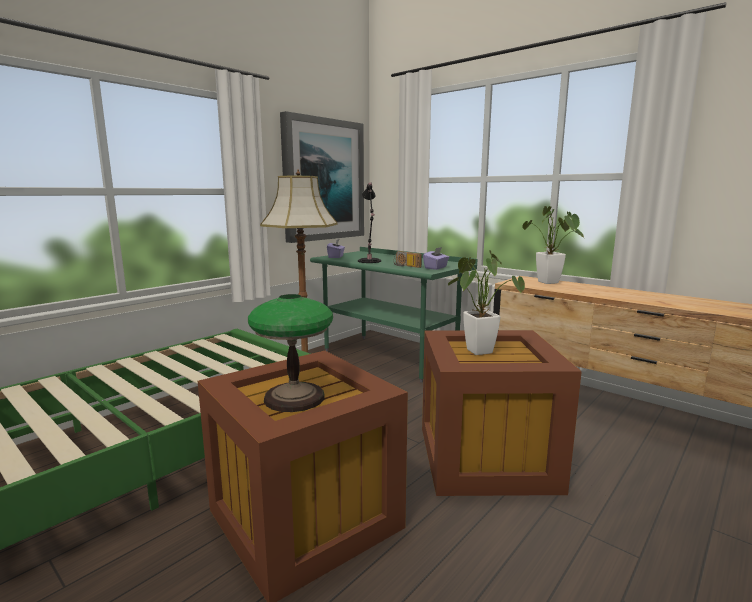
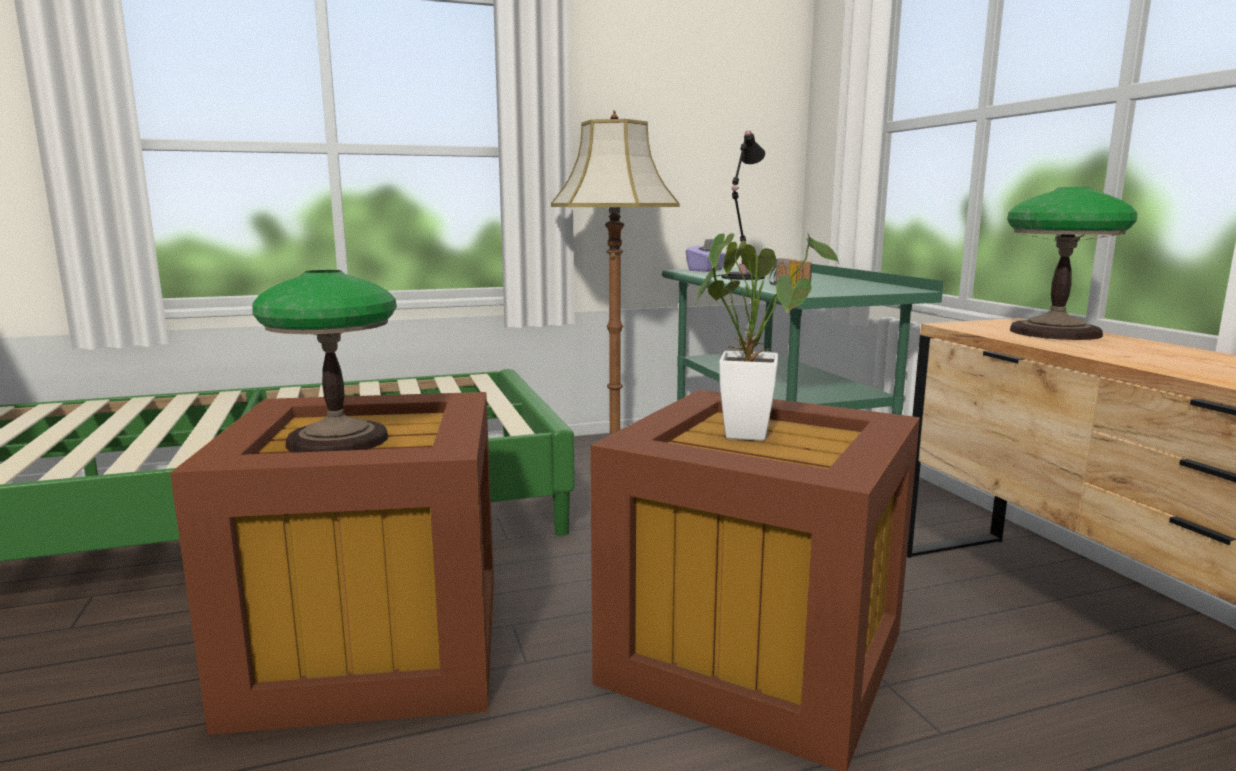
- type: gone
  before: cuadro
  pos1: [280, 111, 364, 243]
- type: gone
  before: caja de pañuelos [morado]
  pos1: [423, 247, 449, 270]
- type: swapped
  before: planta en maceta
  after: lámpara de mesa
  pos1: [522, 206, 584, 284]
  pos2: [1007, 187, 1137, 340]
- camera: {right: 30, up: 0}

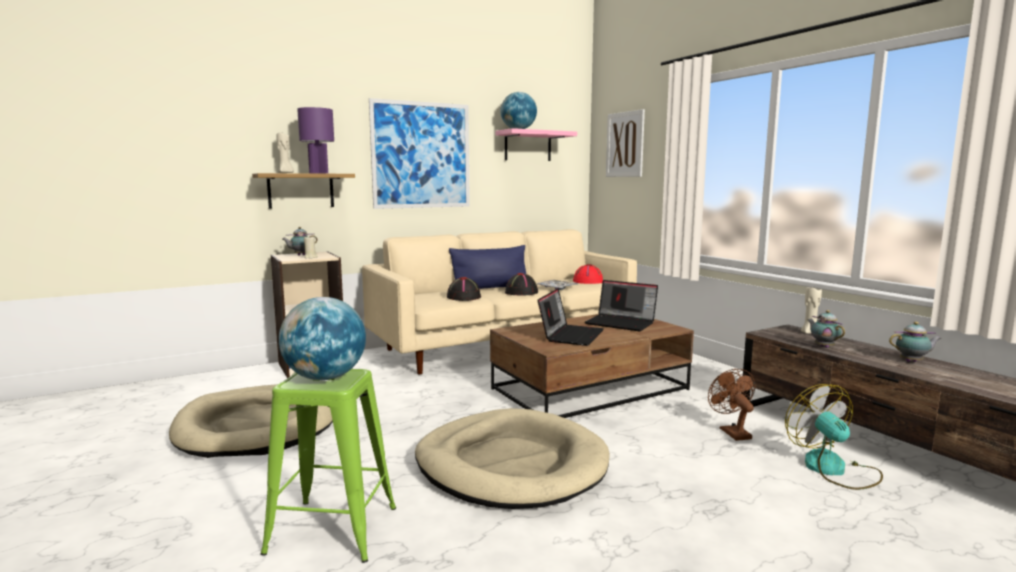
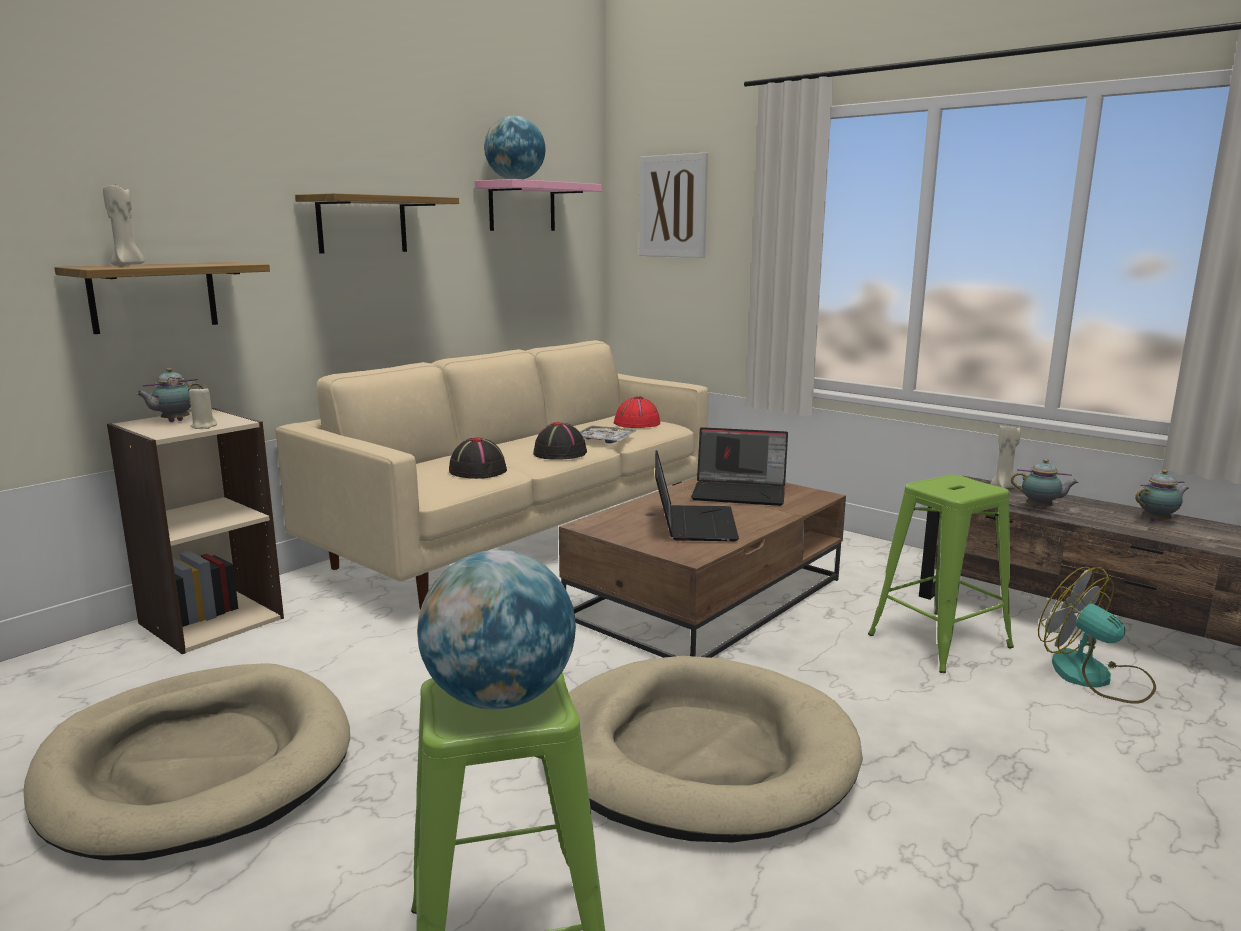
- type: gone
  before: lámpara de mesa [morado]
  pos1: [297, 107, 334, 173]
- type: gone
  before: cojín [azul]
  pos1: [449, 245, 526, 289]
- type: swapped
  before: cuadro
  after: estante
  pos1: [369, 98, 470, 209]
  pos2: [295, 193, 459, 254]
- type: swapped
  before: ventilador [marrón]
  after: taburete [verde]
  pos1: [708, 369, 756, 441]
  pos2: [868, 474, 1014, 673]
- type: rotated
  before: tetera
  pos1: [807, 310, 845, 348]
  pos2: [1011, 459, 1079, 509]
  turn: 150
- camera: {right: -20, up: 5}

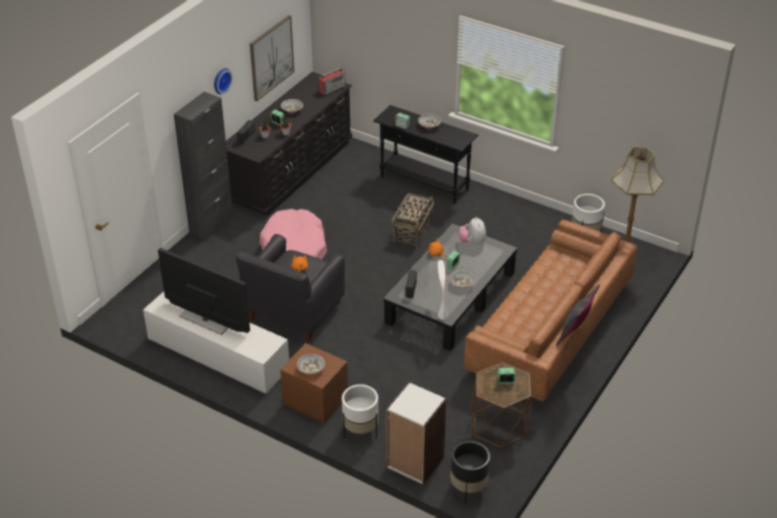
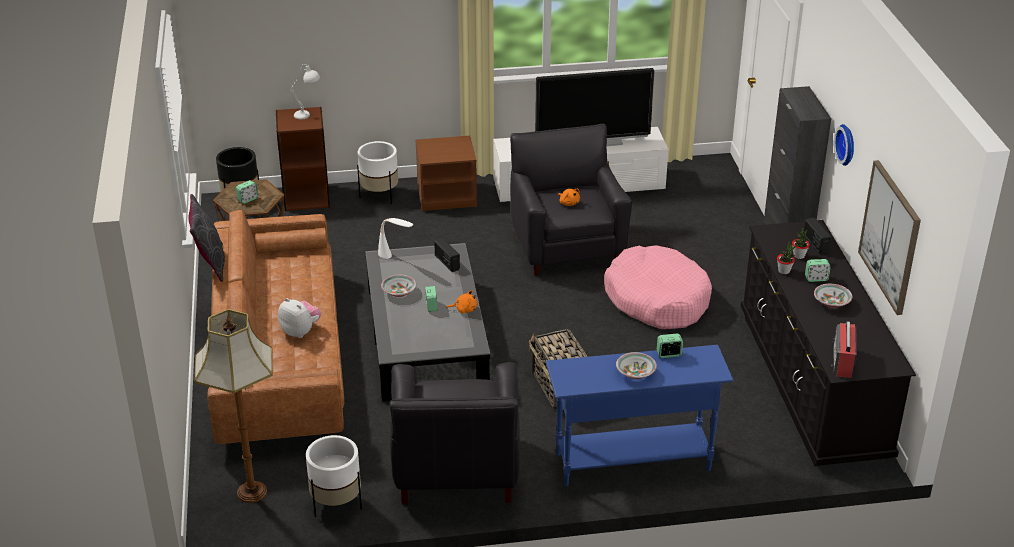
- type: gone
  before: cuenco
  pos1: [297, 354, 325, 374]
- type: new
  after: lámpara de mesa [blanco]
  pos2: [290, 64, 320, 119]
- type: new
  after: sillón [negro]
  pos2: [389, 362, 520, 505]
- type: shifted
  before: peluche
  pos1: [459, 217, 486, 245]
  pos2: [278, 298, 321, 338]
- type: repainted
  before: mesa consola [negro]
  after: mesa consola [azul]
  pos1: [373, 105, 478, 204]
  pos2: [546, 345, 733, 486]
- type: repainted
  before: estantería [blanco]
  after: estantería [marrón]
  pos1: [386, 382, 446, 485]
  pos2: [276, 107, 330, 211]
- camera: {right: 140, up: -5}

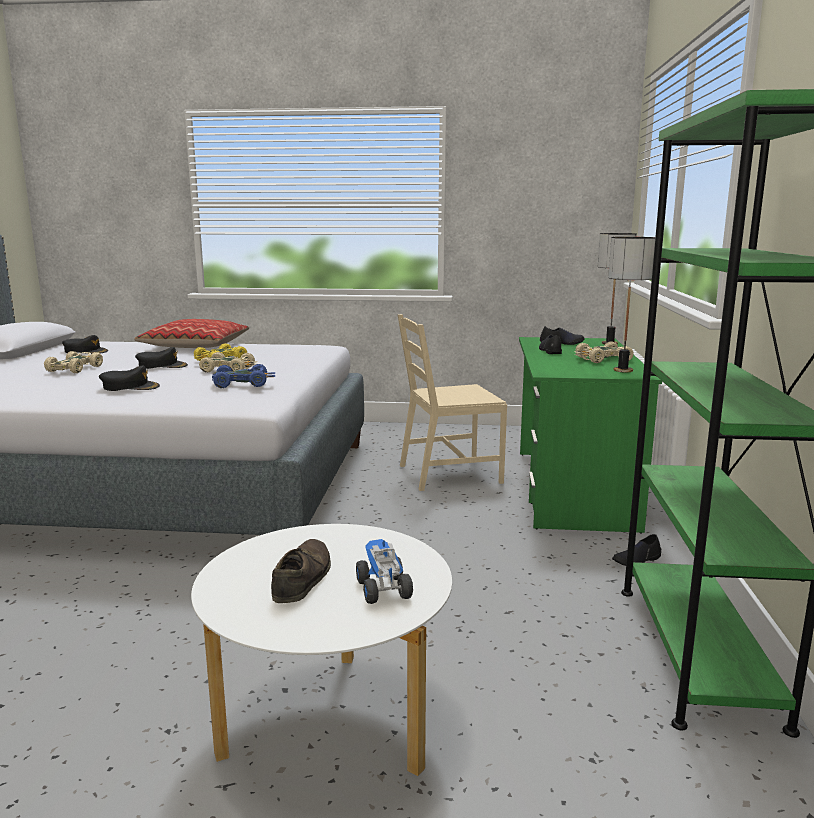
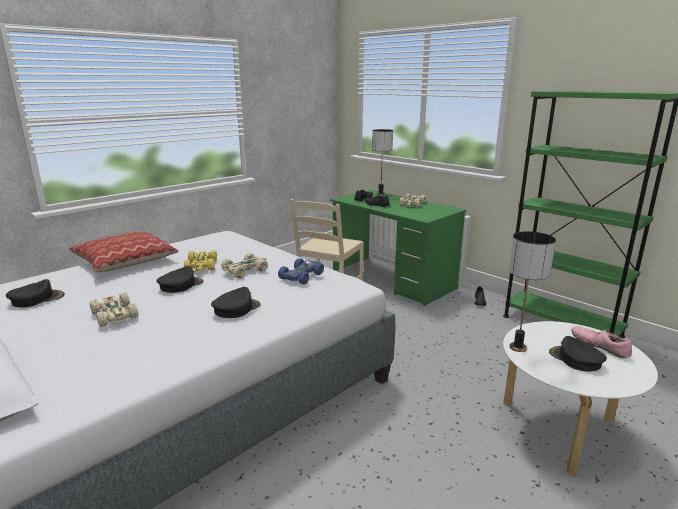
- type: shifted
  before: lámpara de mesa
  pos1: [608, 237, 655, 372]
  pos2: [509, 231, 556, 352]
- type: swapped
  before: zapato [marrón]
  after: gorra [negro]
  pos1: [271, 539, 331, 603]
  pos2: [549, 336, 607, 372]
- type: swapped
  before: camión de juguete
  after: zapato [rosa]
  pos1: [356, 539, 413, 604]
  pos2: [571, 326, 632, 358]
- camera: {right: -50, up: 5}

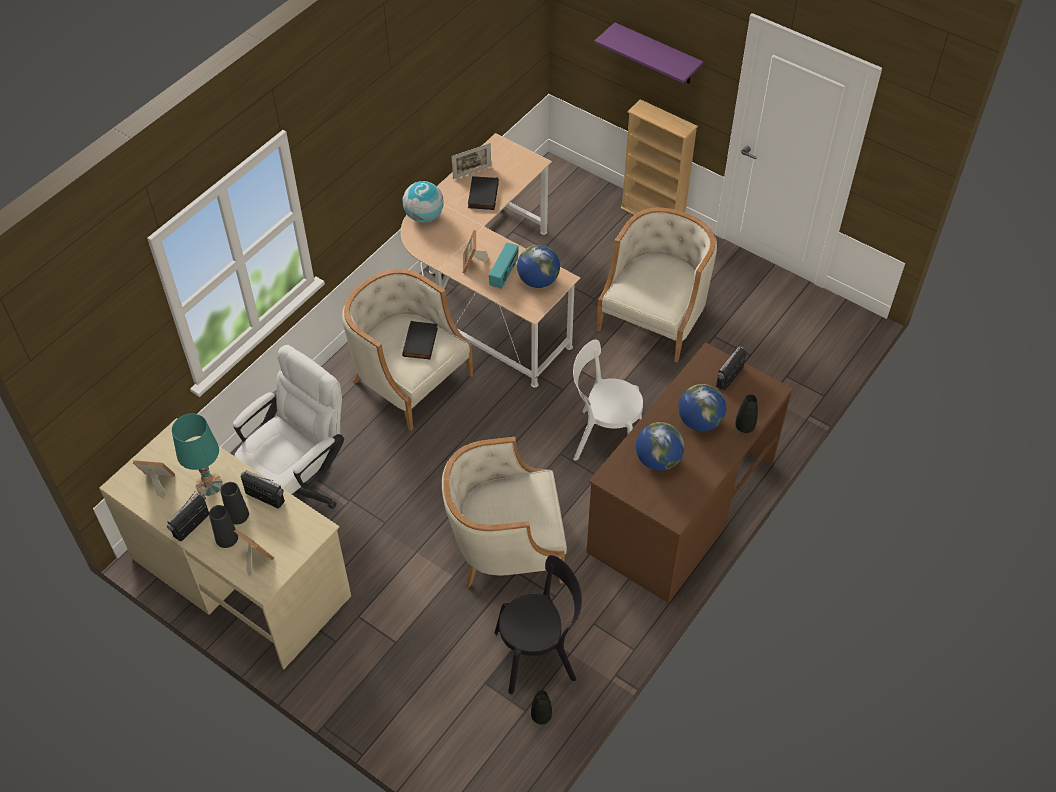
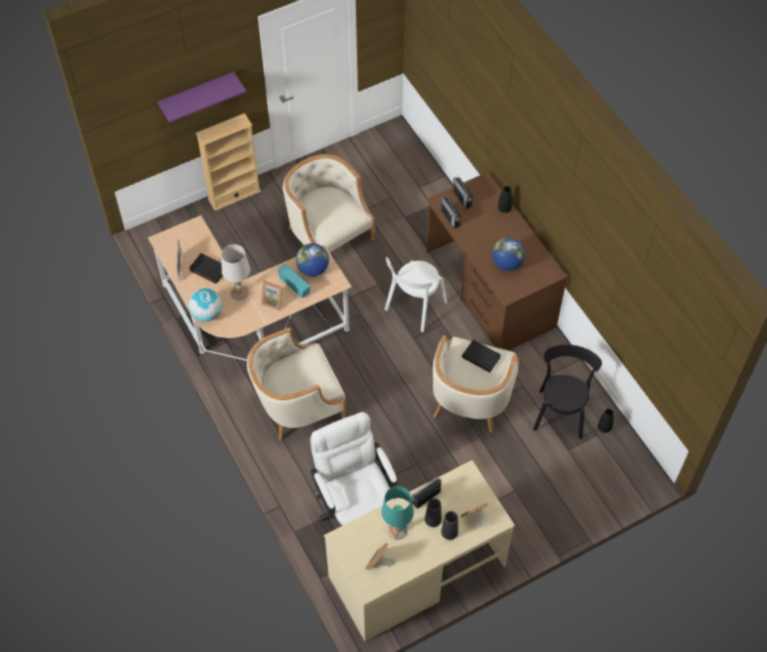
- type: gone
  before: globo terráqueo
  pos1: [678, 384, 726, 431]
- type: new
  after: lámpara de mesa [blanco]
  pos2: [221, 244, 250, 300]
- type: shifted
  before: radio
  pos1: [166, 491, 209, 542]
  pos2: [441, 196, 461, 229]
- type: shifted
  before: libro [negro]
  pos1: [402, 321, 438, 359]
  pos2: [462, 340, 501, 373]
- camera: {right: -65, up: 5}

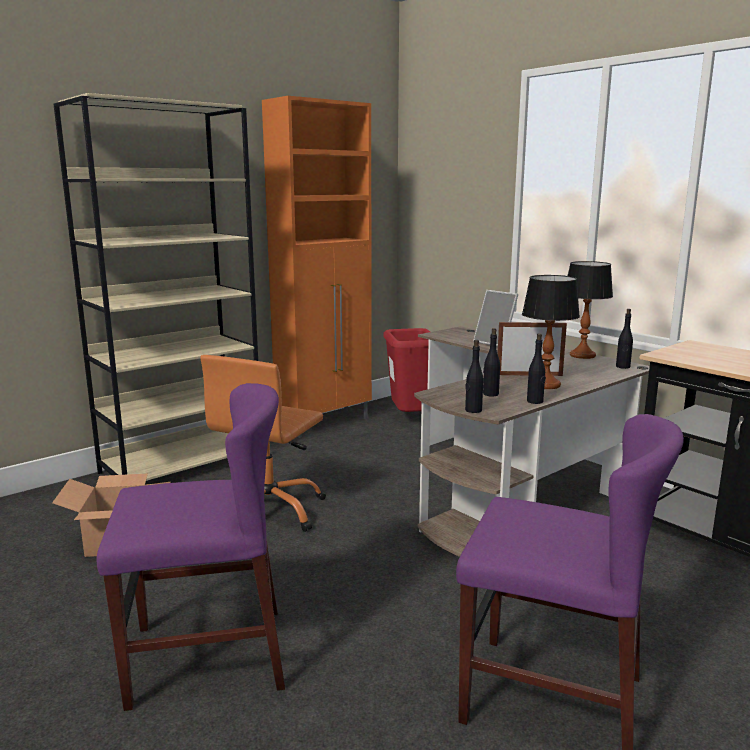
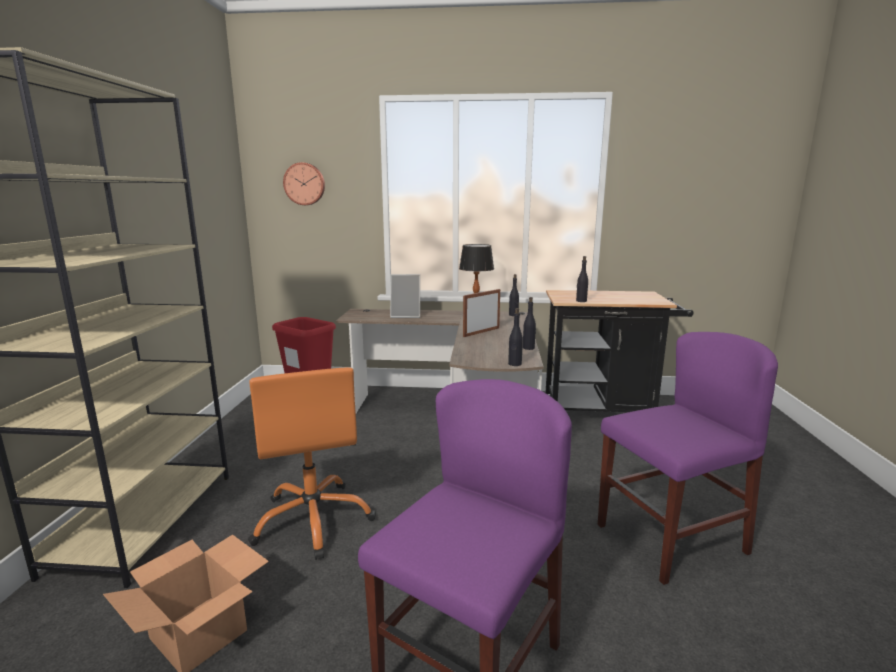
- type: gone
  before: armario [naranja]
  pos1: [262, 96, 372, 438]
- type: gone
  before: lámpara de mesa
  pos1: [522, 275, 580, 389]
- type: new
  after: reloj de pared
  pos2: [283, 162, 325, 205]
- type: shifted
  before: botella [negro]
  pos1: [483, 328, 500, 397]
  pos2: [576, 256, 588, 302]
- camera: {right: -45, up: 0}

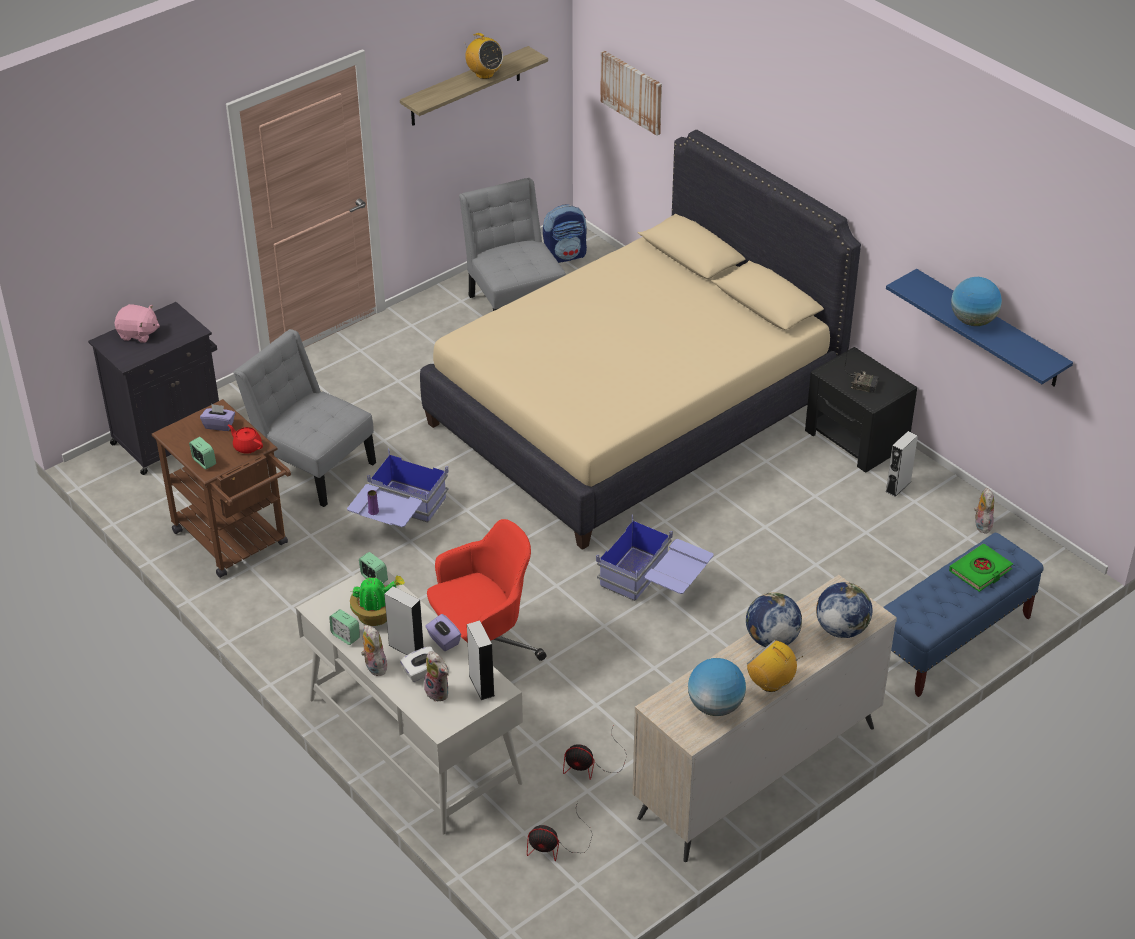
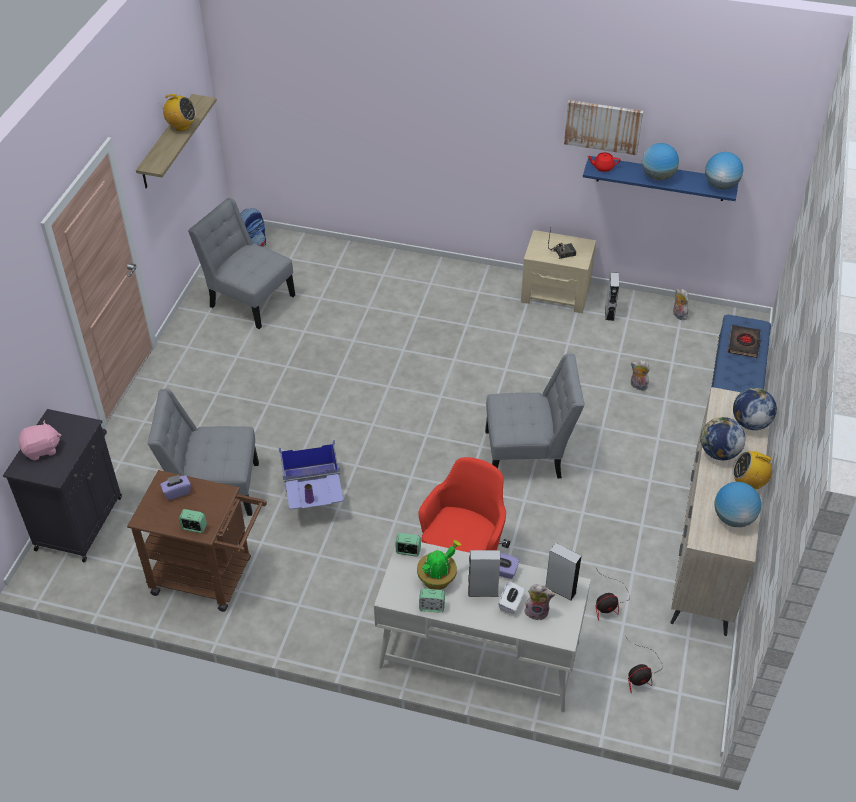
- type: gone
  before: cama [beis]
  pos1: [420, 130, 861, 550]
- type: new
  after: globo terráqueo
  pos2: [705, 152, 743, 190]
- type: shifted
  before: tetera [rojo]
  pos1: [228, 424, 263, 454]
  pos2: [587, 152, 620, 172]
- type: shifted
  before: peluche
  pos1: [361, 625, 388, 676]
  pos2: [631, 360, 650, 391]
- type: shifted
  before: cuadro
  pos1: [600, 50, 662, 136]
  pos2: [564, 100, 643, 155]
- type: swapped
  before: caja de almacenaje [azul]
  after: silla [gris]
  pos1: [596, 514, 714, 601]
  pos2: [485, 354, 585, 478]
- type: repainted
  before: mesita de noche [negro]
  after: mesita de noche [beis]
  pos1: [805, 347, 917, 472]
  pos2: [521, 230, 596, 313]
- type: repainted
  before: libro [verde]
  after: libro [negro]
  pos1: [949, 543, 1013, 592]
  pos2: [728, 325, 761, 358]
- camera: {right: -35, up: 5}

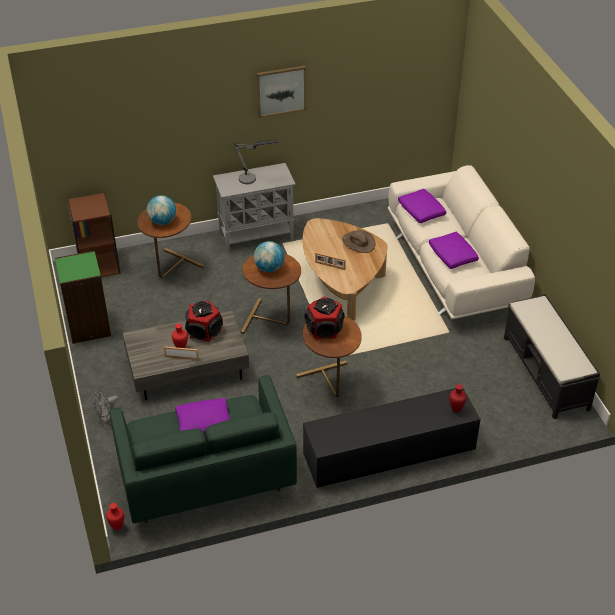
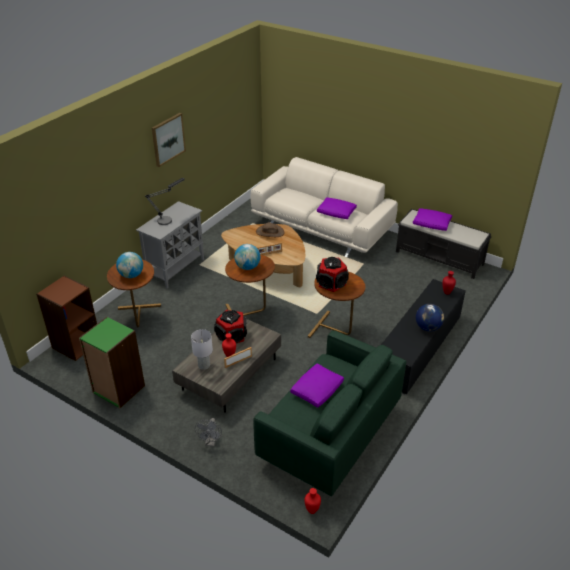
- type: new
  after: lámpara de mesa [blanco]
  pos2: [191, 329, 213, 370]
- type: new
  after: globo terráqueo
  pos2: [416, 304, 444, 331]
- type: shifted
  before: cojín [morado]
  pos1: [398, 189, 446, 223]
  pos2: [413, 208, 452, 231]
- camera: {right: -40, up: -5}

